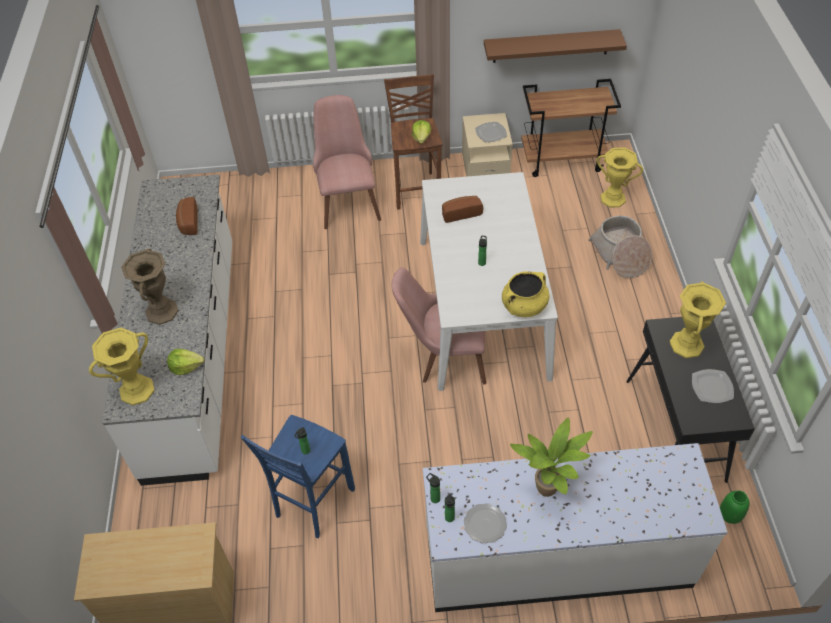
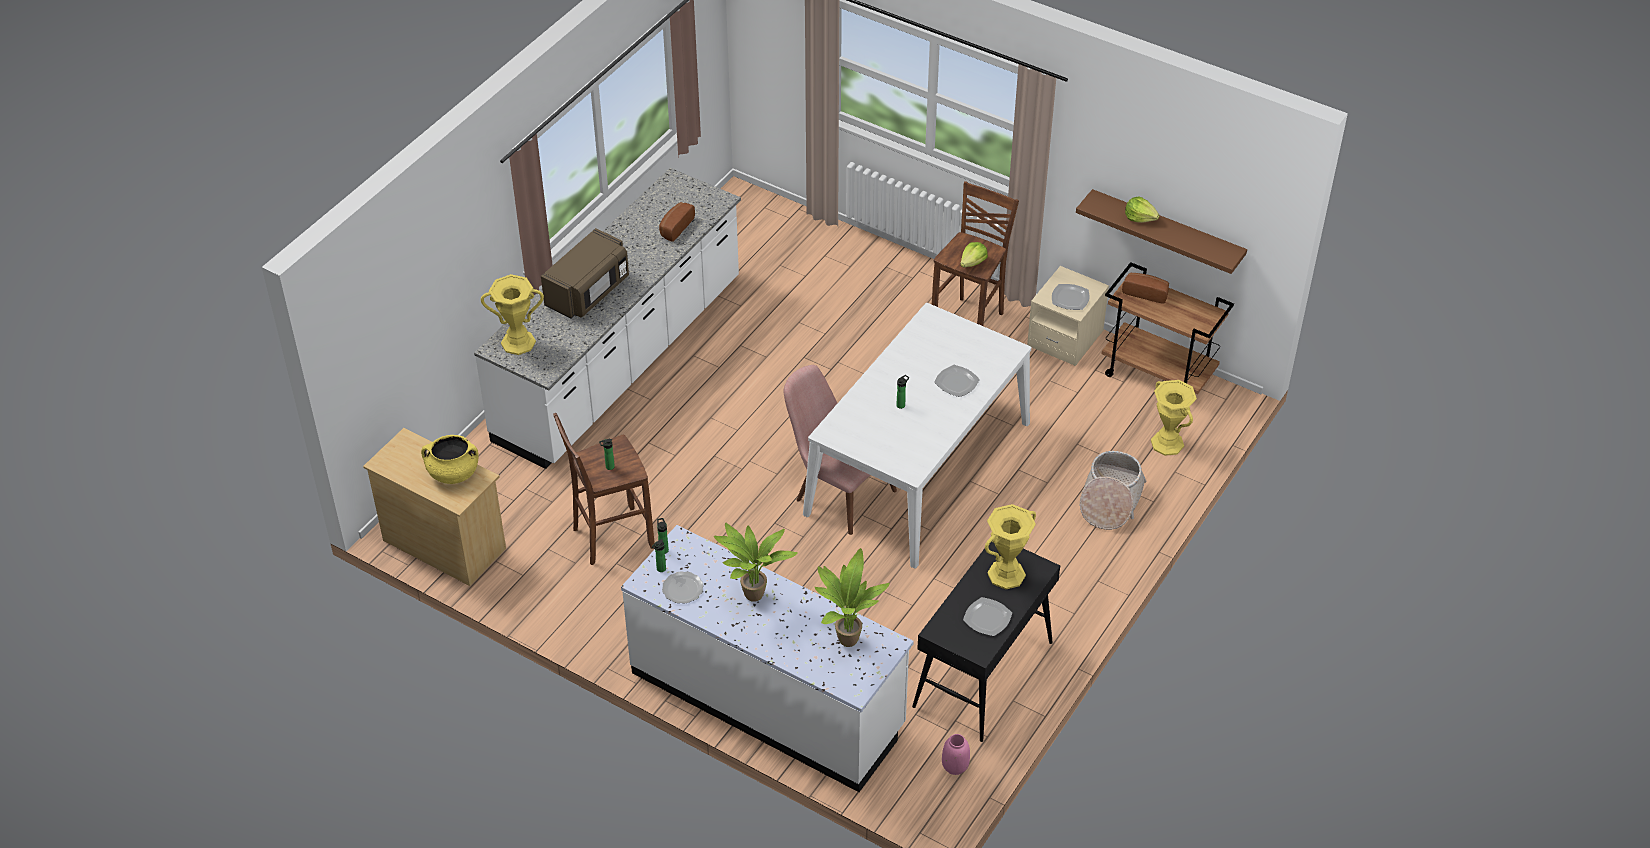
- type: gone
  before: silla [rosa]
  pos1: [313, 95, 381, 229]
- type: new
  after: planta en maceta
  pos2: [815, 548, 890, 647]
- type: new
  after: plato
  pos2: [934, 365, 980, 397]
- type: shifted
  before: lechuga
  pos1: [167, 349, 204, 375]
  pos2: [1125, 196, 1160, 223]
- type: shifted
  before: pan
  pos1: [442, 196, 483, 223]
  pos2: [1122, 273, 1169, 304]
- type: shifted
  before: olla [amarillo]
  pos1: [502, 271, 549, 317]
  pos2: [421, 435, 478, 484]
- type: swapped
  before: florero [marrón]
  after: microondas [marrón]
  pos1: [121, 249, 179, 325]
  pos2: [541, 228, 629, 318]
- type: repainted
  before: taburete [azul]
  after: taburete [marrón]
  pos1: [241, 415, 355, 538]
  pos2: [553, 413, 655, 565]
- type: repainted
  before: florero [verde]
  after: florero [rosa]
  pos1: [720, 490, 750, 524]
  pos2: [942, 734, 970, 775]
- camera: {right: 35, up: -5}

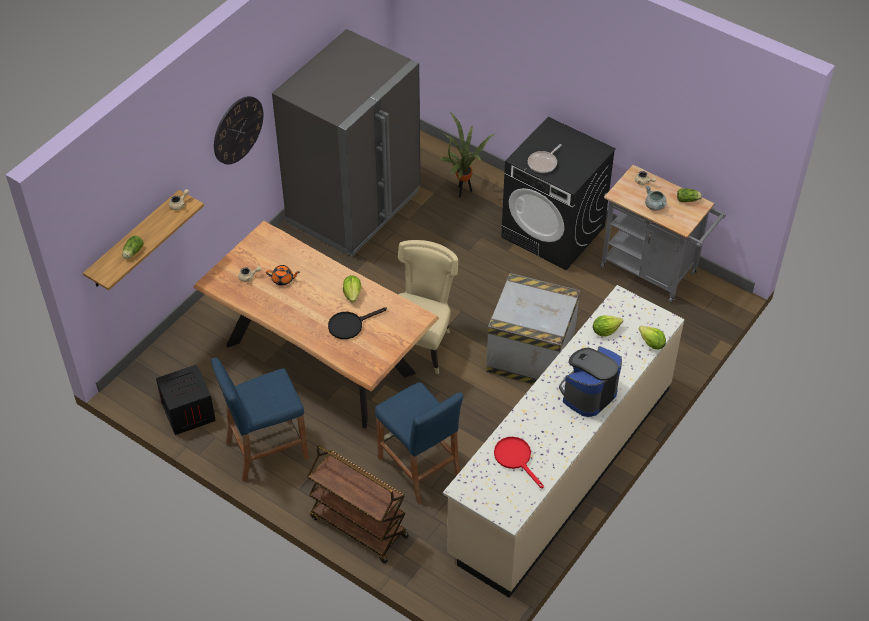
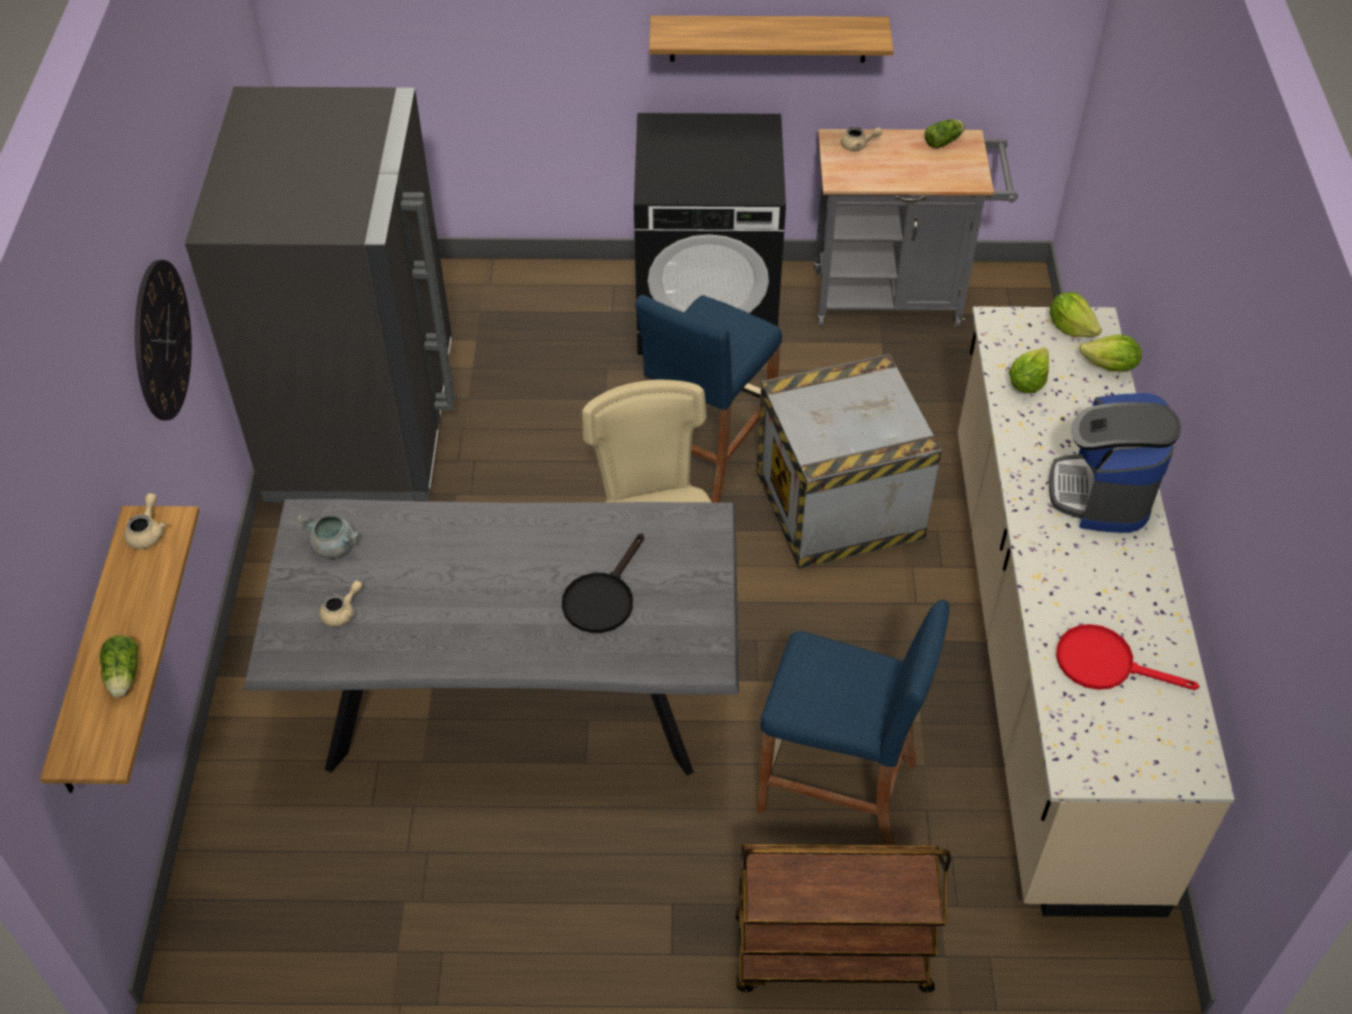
- type: gone
  before: caja de embalaje
  pos1: [156, 364, 216, 435]
- type: gone
  before: tetera [naranja]
  pos1: [266, 265, 300, 286]
- type: gone
  before: planta en maceta
  pos1: [439, 112, 495, 197]
- type: gone
  before: sartén
  pos1: [528, 144, 562, 173]
- type: new
  after: estante
  pos2: [649, 15, 894, 62]
- type: shifted
  before: taburete [azul]
  pos1: [211, 357, 309, 481]
  pos2: [635, 295, 782, 502]
- type: shifted
  before: lechuga
  pos1: [343, 275, 361, 303]
  pos2: [1050, 292, 1102, 337]
- type: shifted
  before: olla [gris]
  pos1: [645, 186, 668, 211]
  pos2: [297, 515, 359, 559]
- type: repainted
  before: mesa de comedor [marrón]
  after: mesa de comedor [gris]
  pos1: [193, 221, 439, 428]
  pos2: [244, 499, 739, 776]
- camera: {right: -35, up: 0}

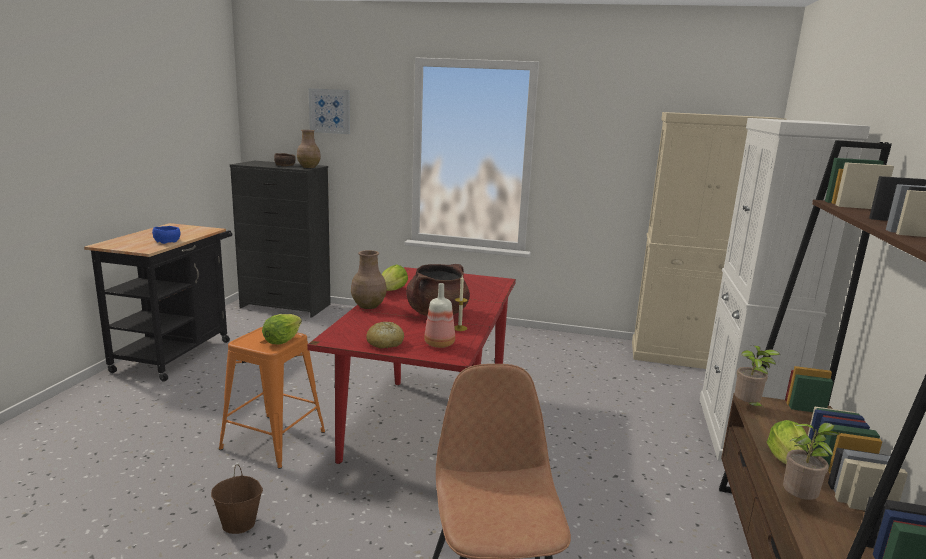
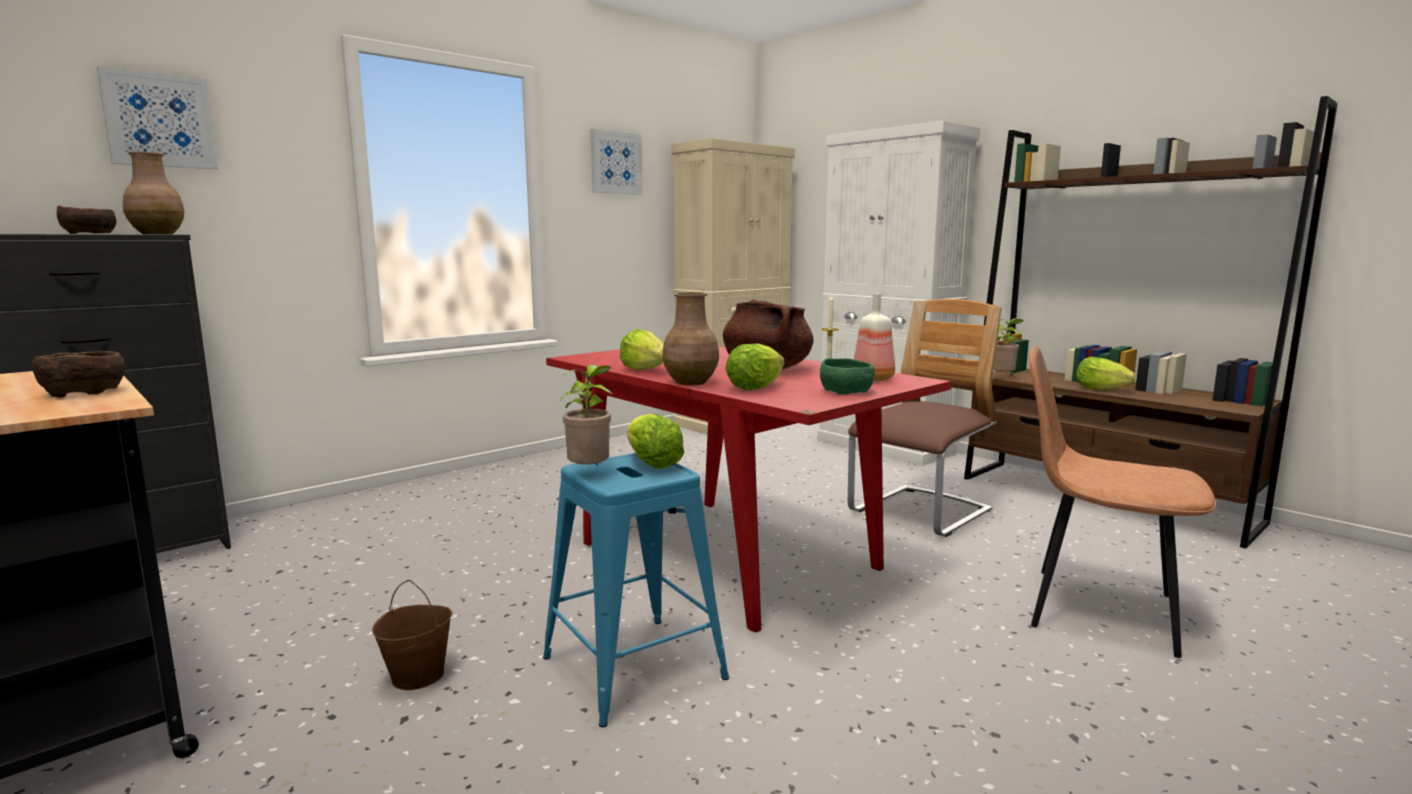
- type: new
  after: cuadro
  pos2: [590, 129, 643, 195]
- type: new
  after: lechuga
  pos2: [725, 343, 784, 390]
- type: new
  after: silla
  pos2: [848, 299, 1001, 537]
- type: shifted
  before: cubo [marrón]
  pos1: [211, 464, 263, 534]
  pos2: [372, 580, 452, 690]
- type: shifted
  before: planta en maceta
  pos1: [783, 423, 840, 500]
  pos2: [561, 364, 612, 466]
- type: swapped
  before: pan
  after: cuenco [verde]
  pos1: [366, 322, 404, 348]
  pos2: [820, 358, 875, 394]
- type: repainted
  before: cuenco [azul]
  after: cuenco [marrón]
  pos1: [152, 226, 181, 244]
  pos2: [32, 351, 125, 398]
- type: repainted
  before: taburete [naranja]
  after: taburete [azul]
  pos1: [219, 327, 325, 469]
  pos2: [543, 453, 729, 727]
- camera: {right: -55, up: -5}

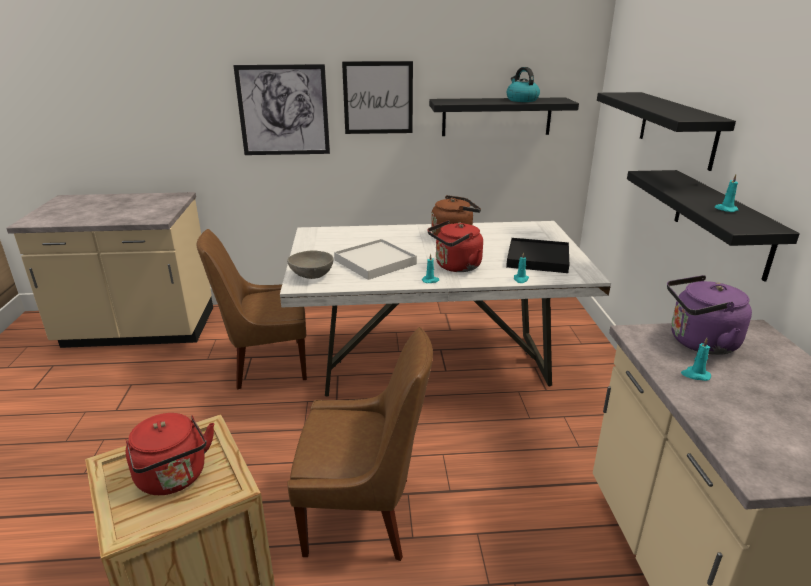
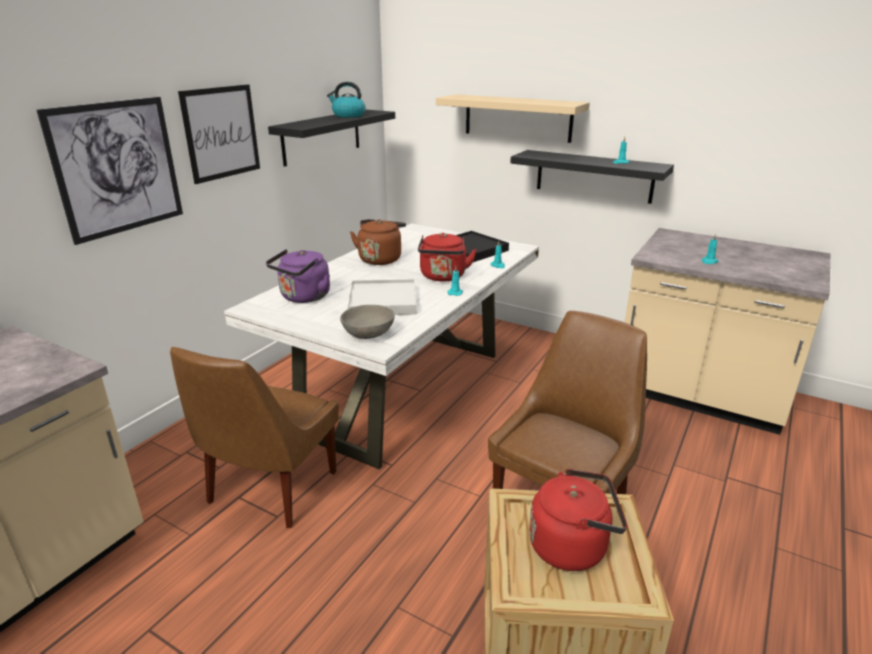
- type: shifted
  before: hervidor [morado]
  pos1: [667, 275, 752, 355]
  pos2: [266, 249, 330, 303]
- type: repainted
  before: estante [negro]
  after: estante [beis]
  pos1: [597, 92, 736, 171]
  pos2: [436, 94, 590, 143]
- camera: {right: -55, up: 0}

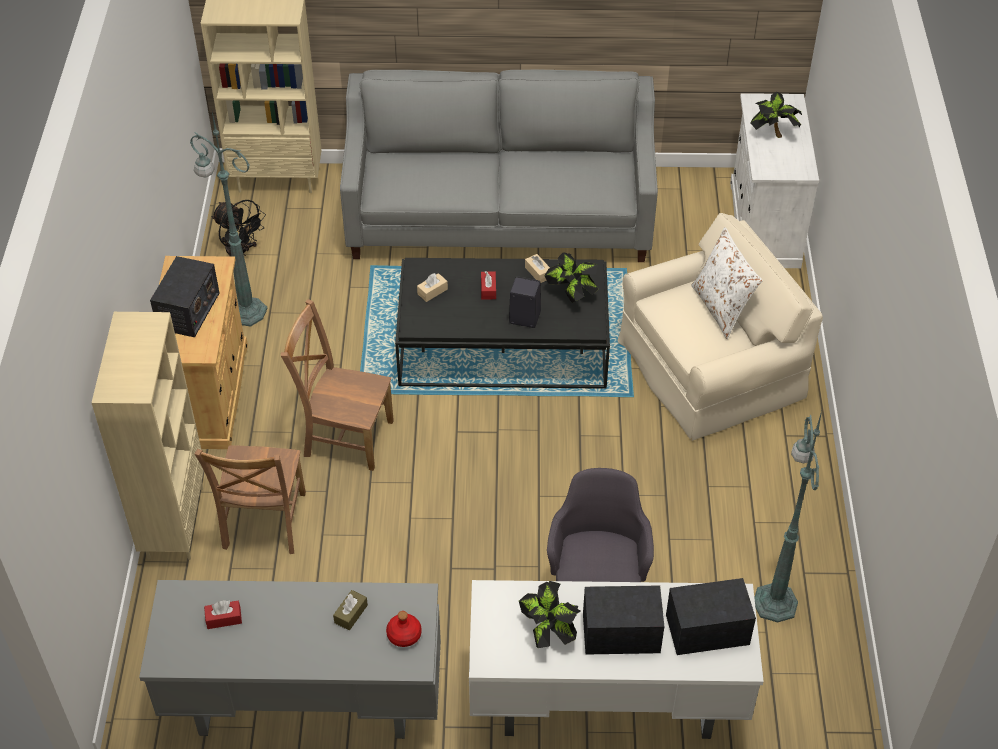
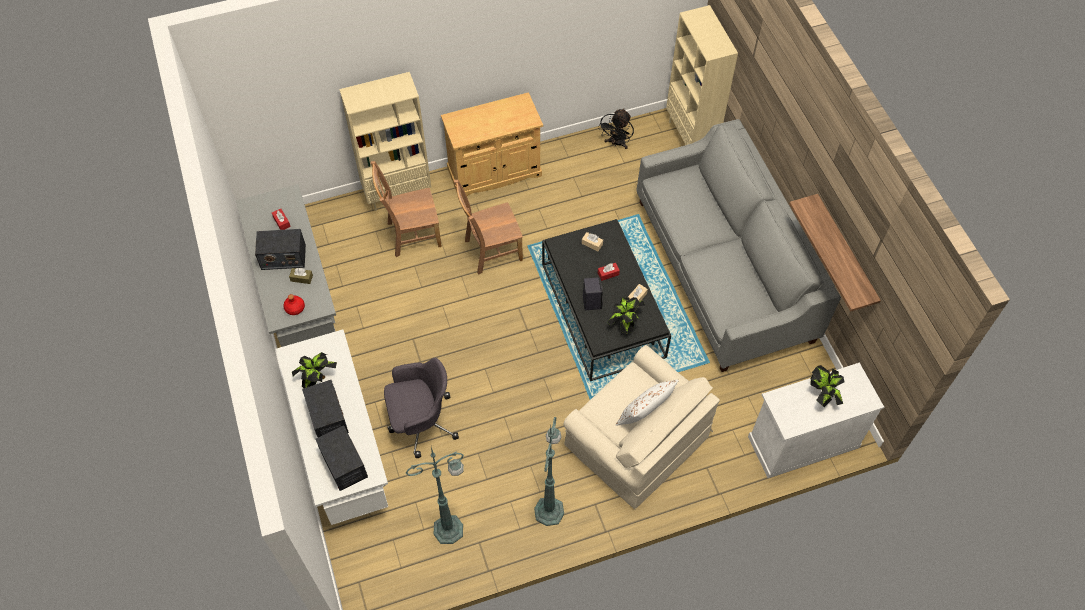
- type: new
  after: estante
  pos2: [789, 194, 881, 312]
- type: shifted
  before: radio
  pos1: [150, 256, 219, 337]
  pos2: [255, 229, 306, 270]
- type: shifted
  before: lámpara de pie [verde]
  pos1: [190, 112, 267, 327]
  pos2: [534, 417, 564, 526]
- type: rotated
  before: silla [marrón]
  pos1: [281, 299, 394, 471]
  pos2: [454, 180, 523, 274]
  turn: -105
- camera: {right: 70, up: 10}

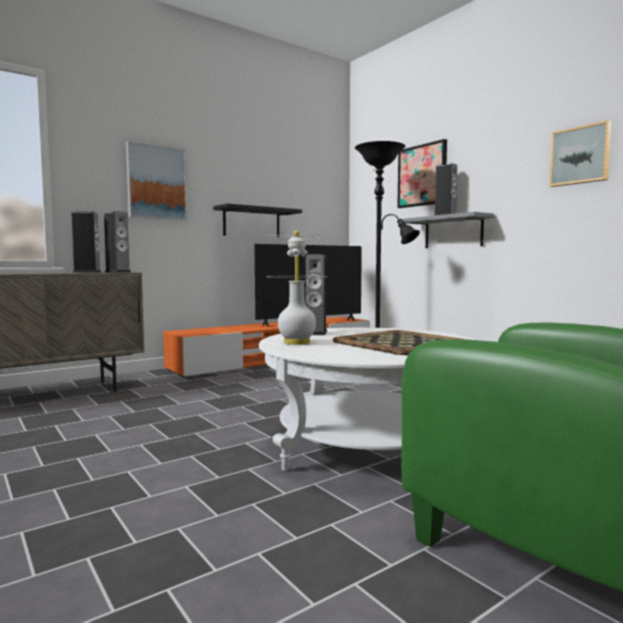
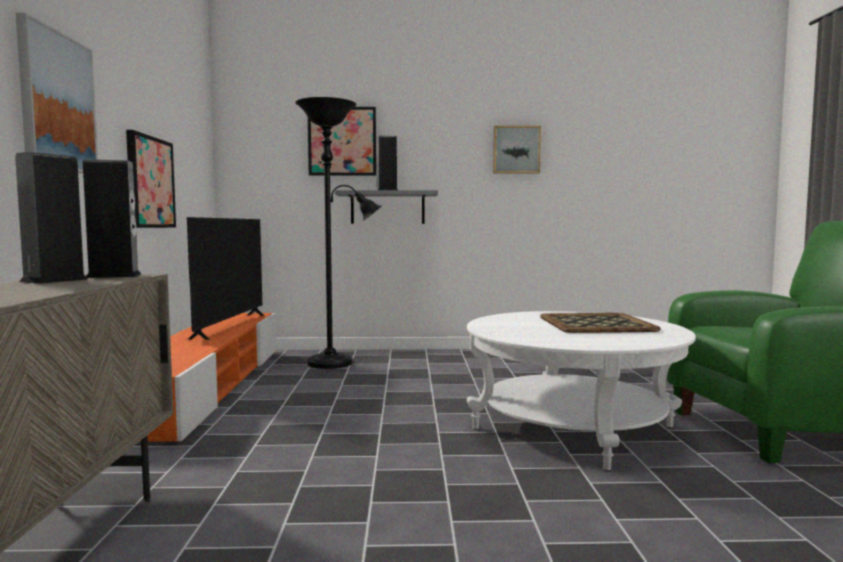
- type: gone
  before: lámpara de mesa [blanco]
  pos1: [266, 230, 327, 345]
- type: gone
  before: altavoz
  pos1: [305, 254, 327, 335]
- type: swapped
  before: estante [negro]
  after: cuadro
  pos1: [213, 203, 302, 237]
  pos2: [126, 130, 176, 228]
- camera: {right: -55, up: 0}

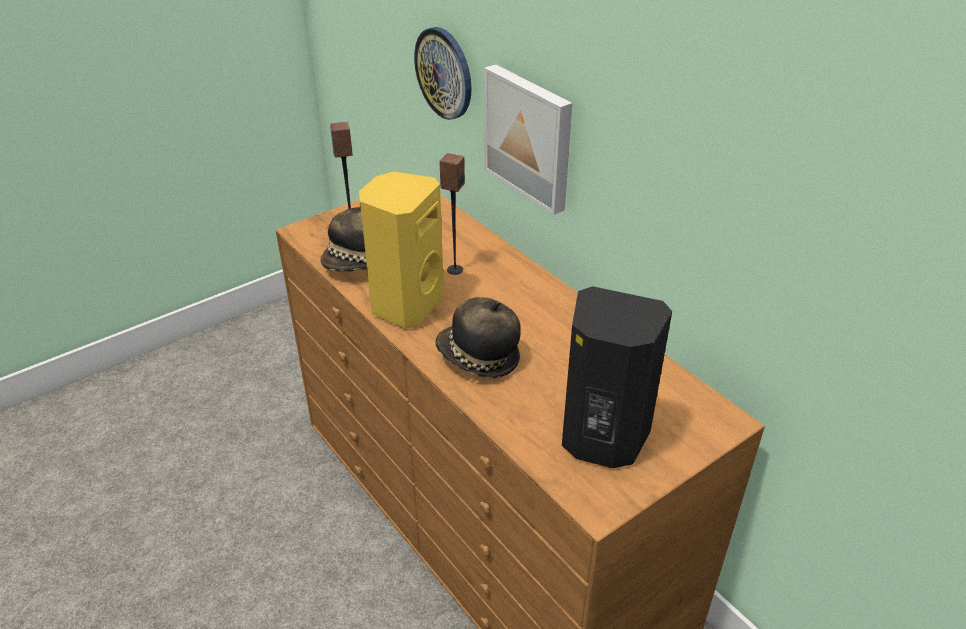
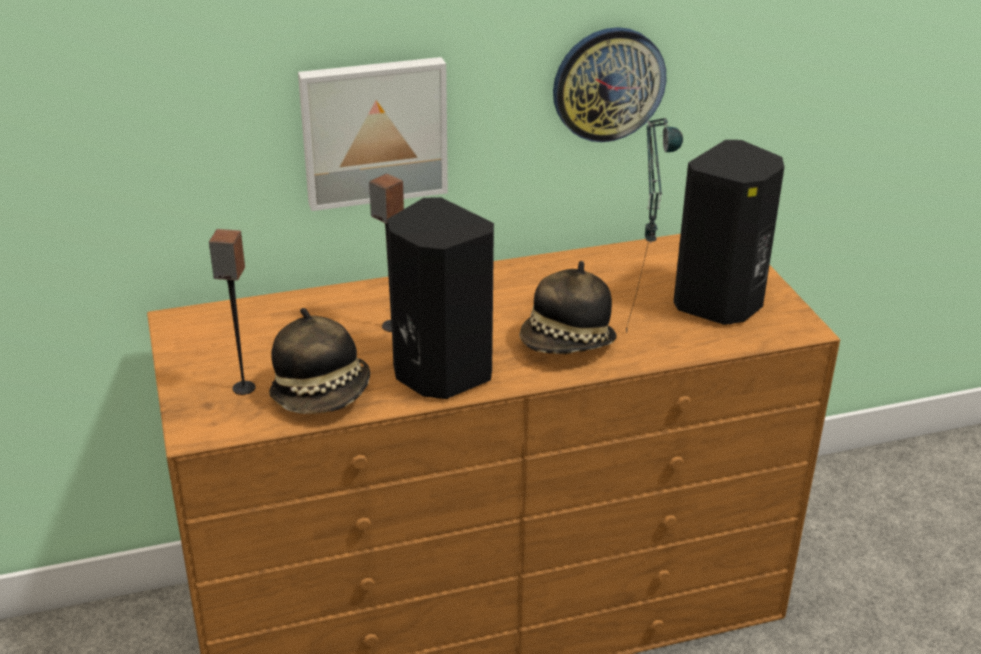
- type: new
  after: lámpara de mesa
  pos2: [626, 118, 683, 332]
- type: shifted
  before: reloj de pared
  pos1: [414, 27, 472, 120]
  pos2: [553, 27, 666, 142]
- type: repainted
  before: altavoz [amarillo]
  after: altavoz [negro]
  pos1: [359, 172, 444, 329]
  pos2: [387, 197, 494, 399]
- camera: {right: -70, up: -5}

